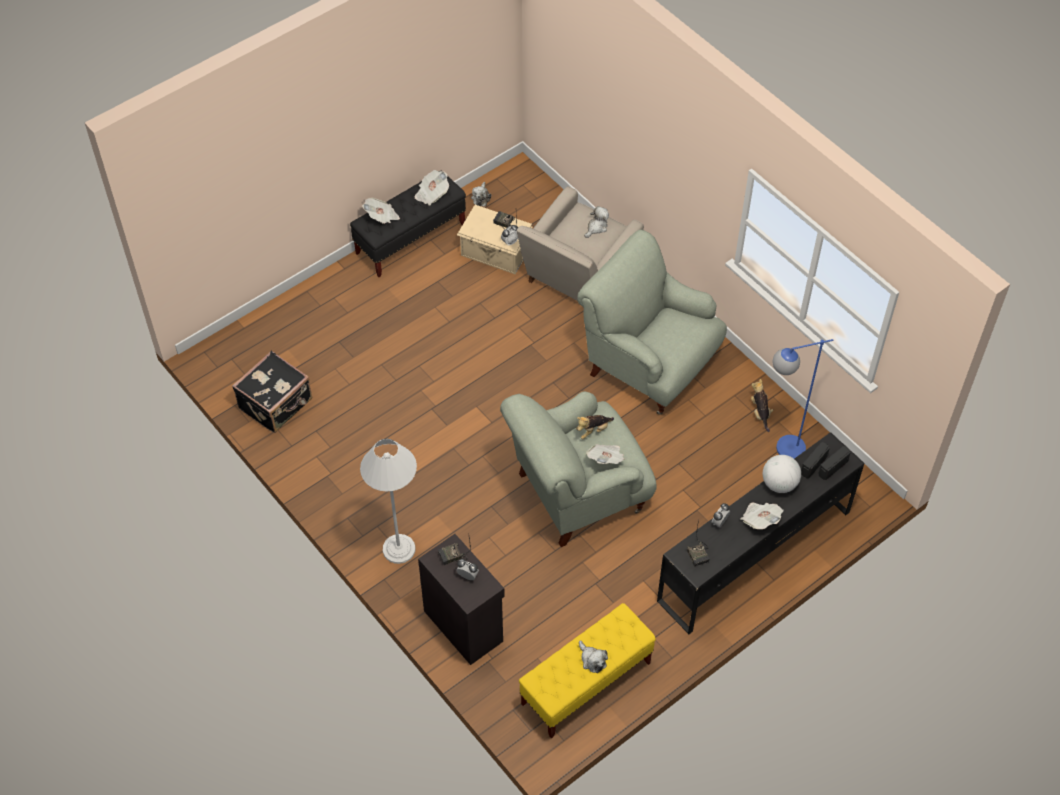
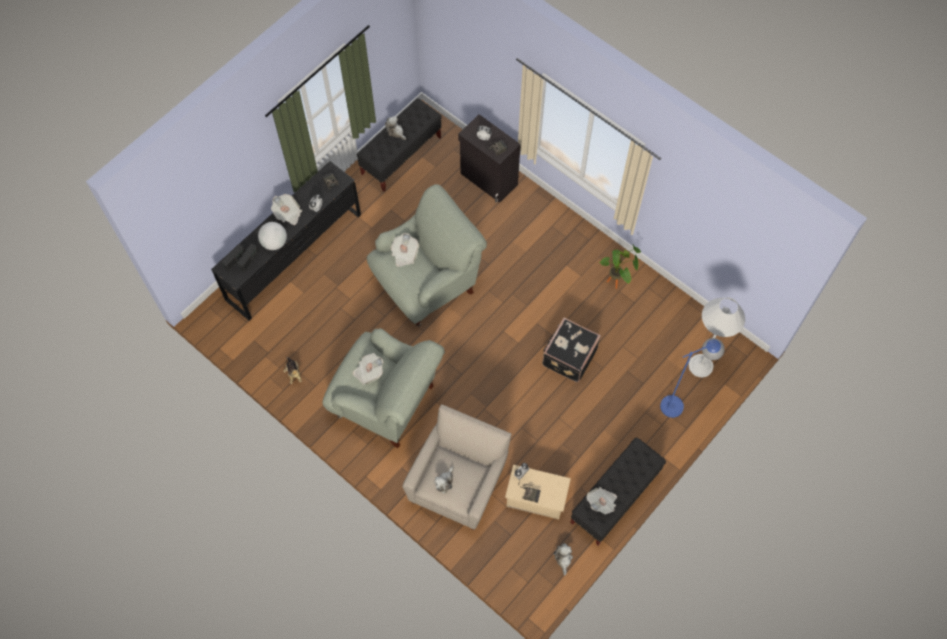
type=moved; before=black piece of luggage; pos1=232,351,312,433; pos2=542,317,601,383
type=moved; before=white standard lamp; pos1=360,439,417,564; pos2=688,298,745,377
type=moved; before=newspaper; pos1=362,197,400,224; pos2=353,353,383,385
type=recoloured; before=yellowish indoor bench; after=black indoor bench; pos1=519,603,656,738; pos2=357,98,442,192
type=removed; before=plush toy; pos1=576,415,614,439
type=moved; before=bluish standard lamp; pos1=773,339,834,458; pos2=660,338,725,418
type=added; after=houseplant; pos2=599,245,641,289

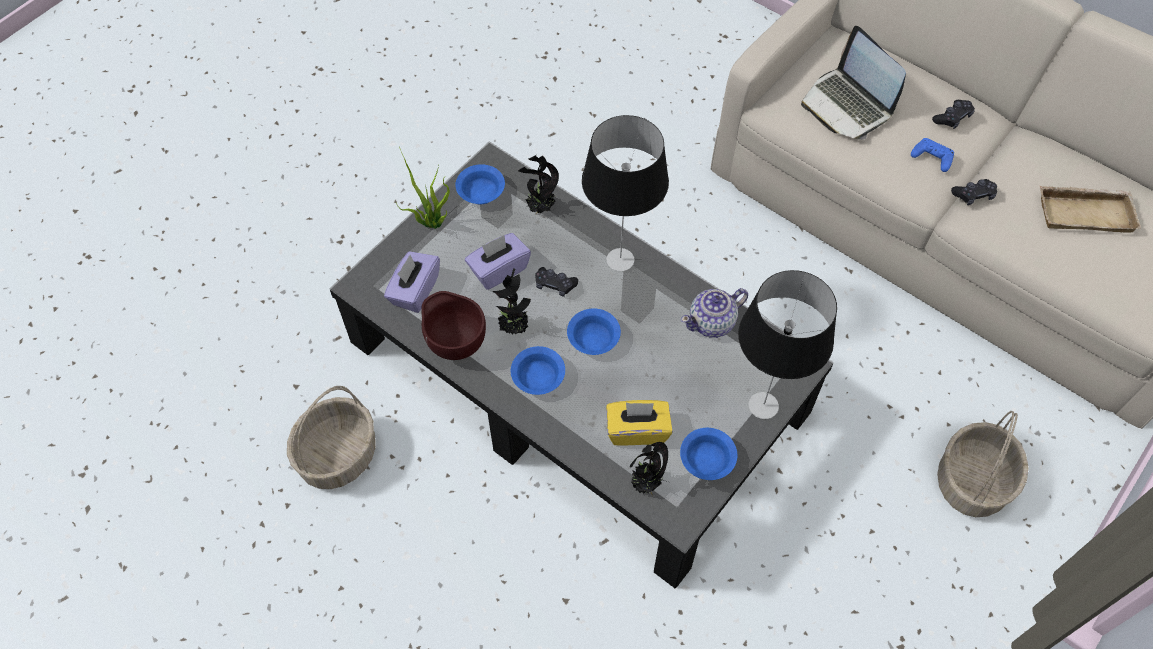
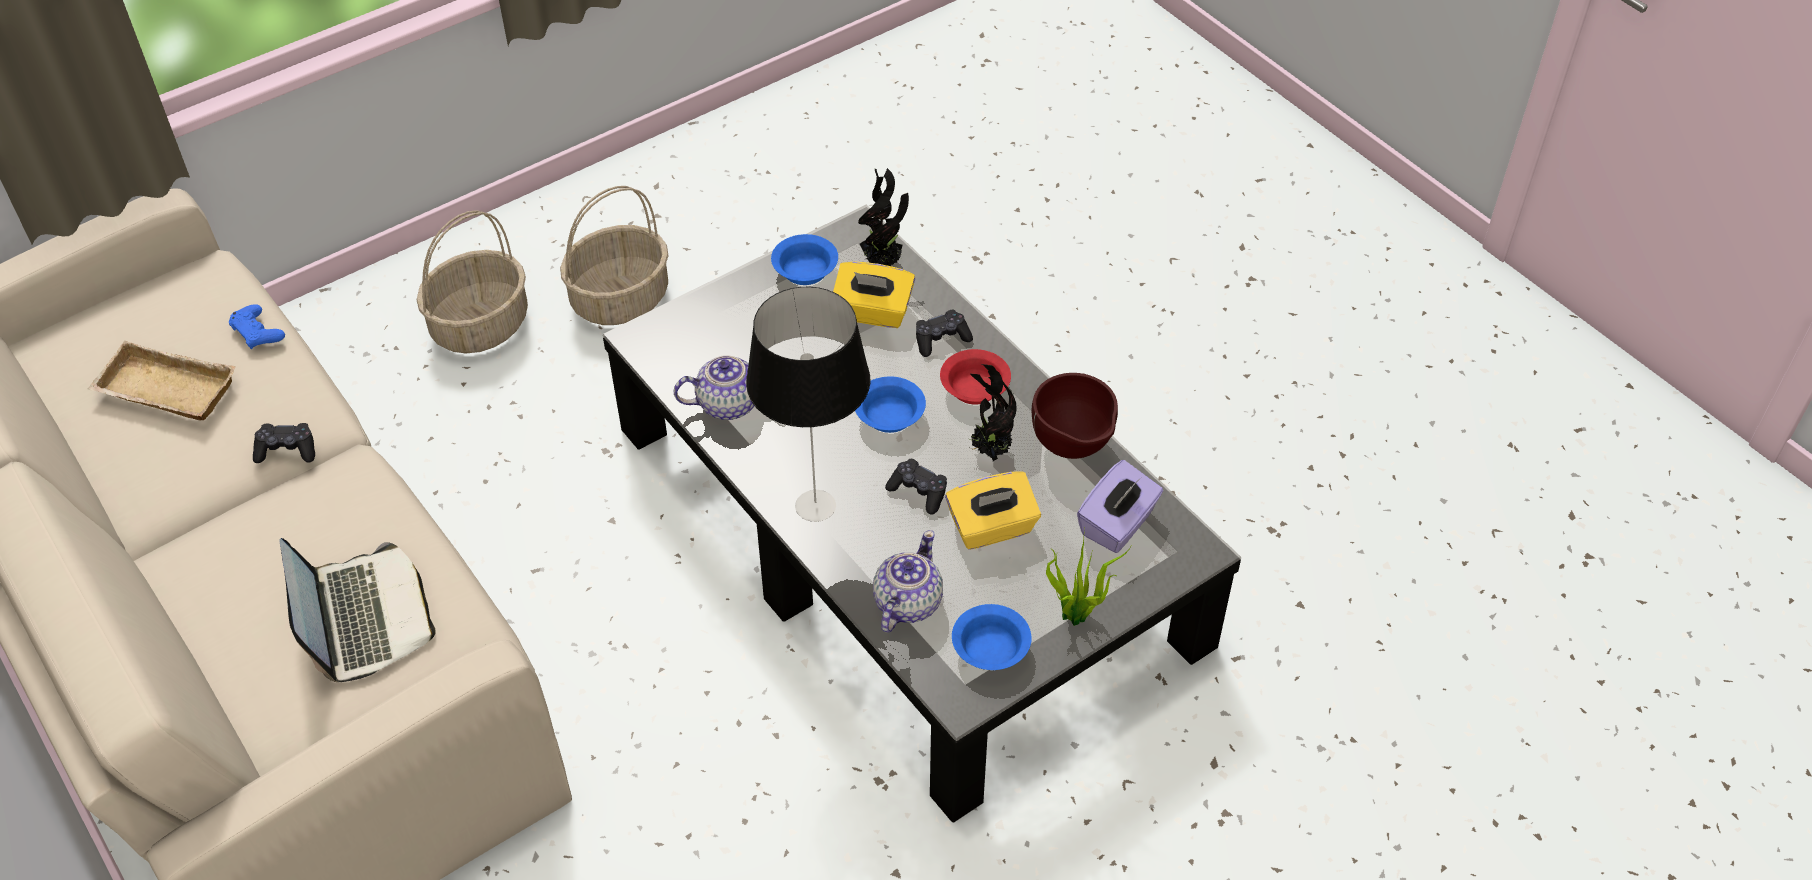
type=moved; before=basket; pos1=287,386,376,489; pos2=560,186,669,325
type=recoloured; before=purplish tissue holder; after=yellowish tissue holder; pos1=465,233,531,290; pos2=945,471,1041,550
type=recoloured; before=bluish deep dish; after=reddish deep dish; pos1=511,346,565,395; pos2=940,349,1011,405
type=replaced; before=houseplant; after=tea pot; pos1=518,155,559,214; pos2=873,530,943,633
type=removed; before=tabletop lamp; pos1=738,270,837,419
type=moved; before=bluish game controller; pos1=911,138,954,172; pos2=229,304,285,349
type=moved; before=black game controller; pos1=932,100,975,129; pos2=916,310,973,357

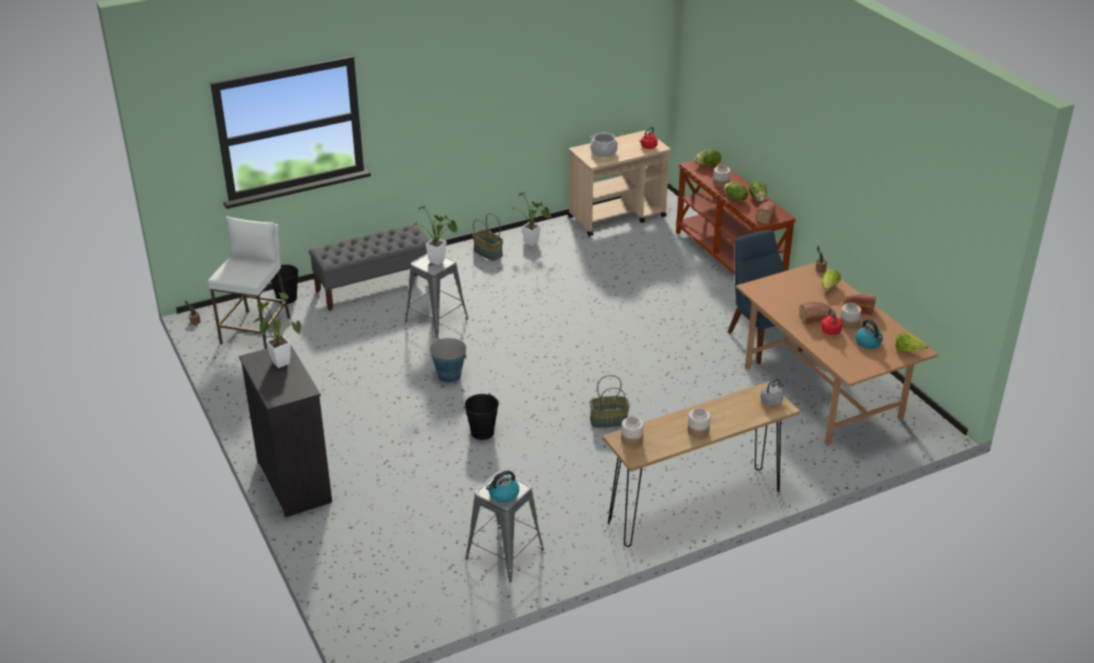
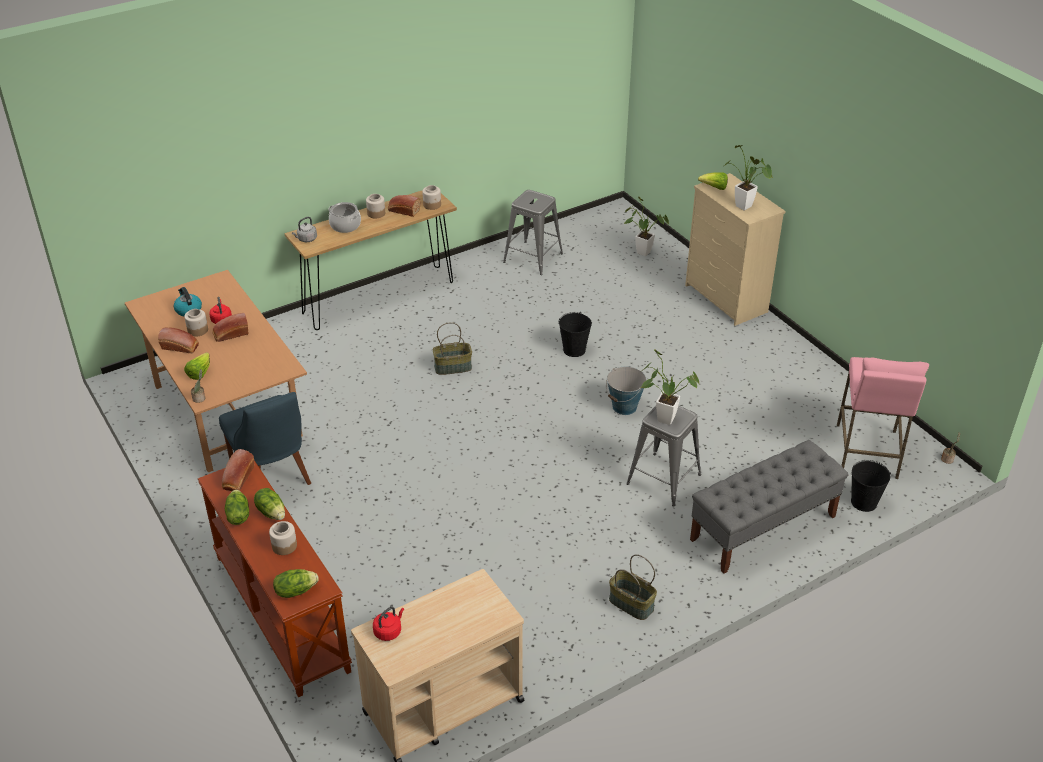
type=recoloured; before=white sitting stool; after=pink sitting stool; pos1=208,216,290,349; pos2=837,357,929,479
type=recoloured; before=black dresser; after=sand-coloured dresser; pos1=239,344,332,517; pos2=685,173,785,326
type=removed; before=tea kettle; pos1=486,470,519,503
type=moved; before=houseplant; pos1=511,193,552,246; pos2=624,197,669,256
type=moved; before=saucepot; pos1=590,133,618,158; pos2=328,202,361,233
type=moved; before=lettuce; pos1=896,332,929,352; pos2=698,172,728,190
type=added; after=bakery bread; pos2=388,195,420,217

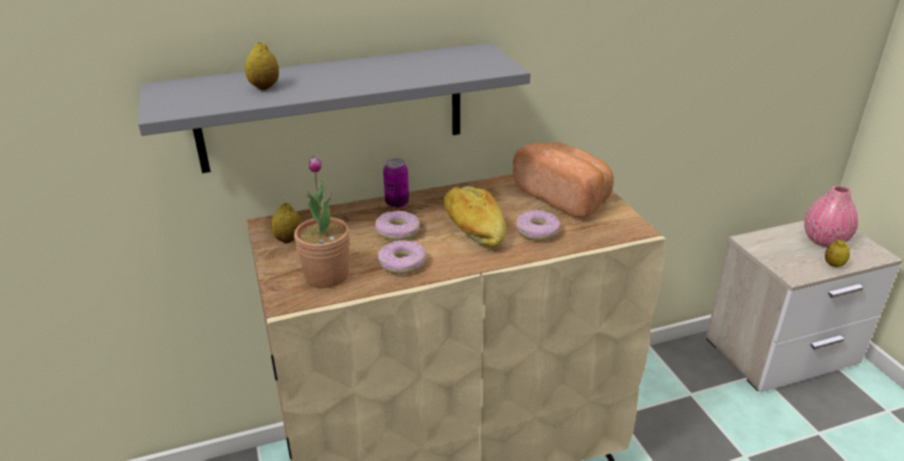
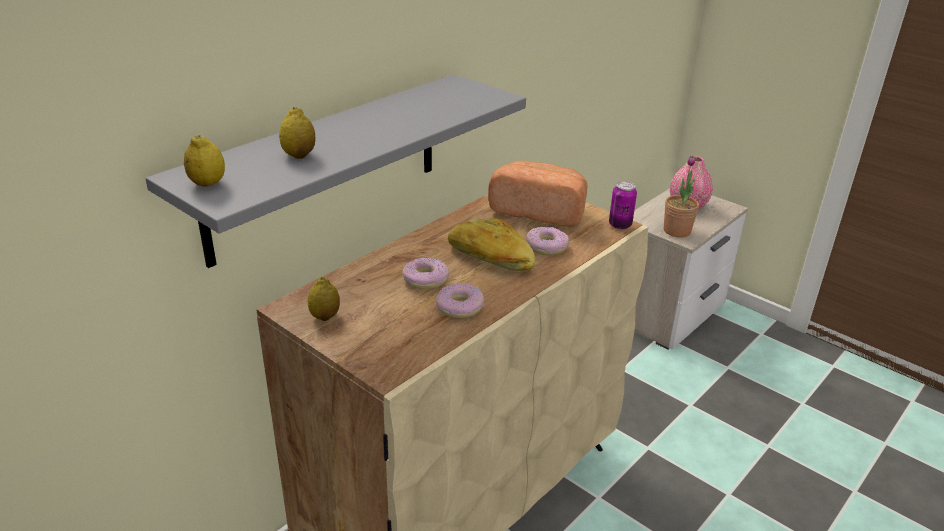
type=moved; before=houseplant; pos1=294,155,350,288; pos2=664,156,699,238
type=moved; before=sealed can; pos1=383,158,409,208; pos2=609,181,637,229
type=moved; before=whole lemon; pos1=825,240,850,267; pos2=184,135,225,187

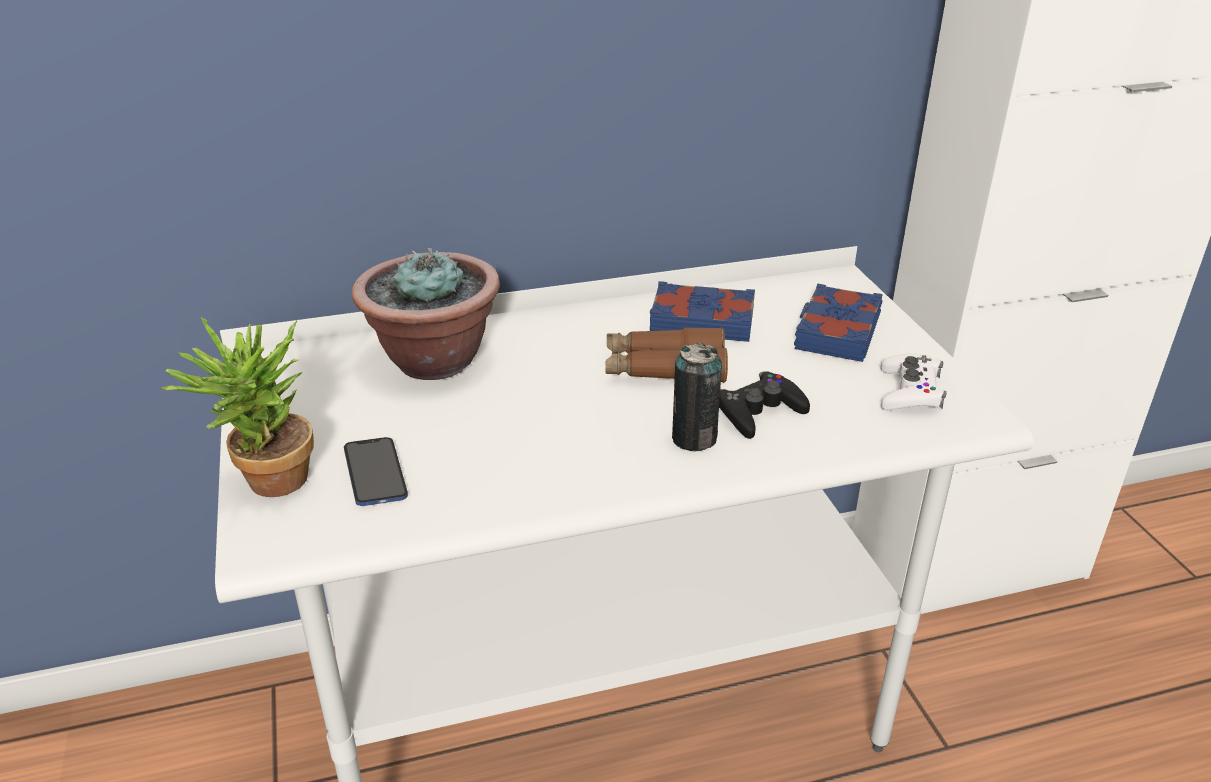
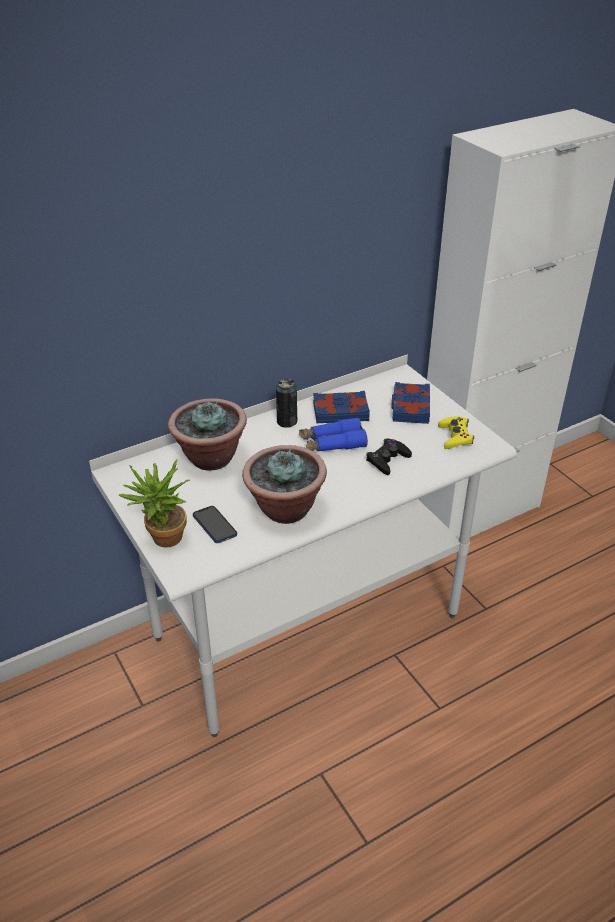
type=recoloured; before=brown-coloured field glasses; after=bluish field glasses; pos1=606,327,728,383; pos2=299,417,368,451
type=moved; before=sealed can; pos1=672,343,722,451; pos2=276,379,297,428
type=recoloured; before=white game controller; after=yellowish game controller; pos1=880,353,947,410; pos2=438,416,474,449
type=added; after=houseplant; pos2=242,445,327,524

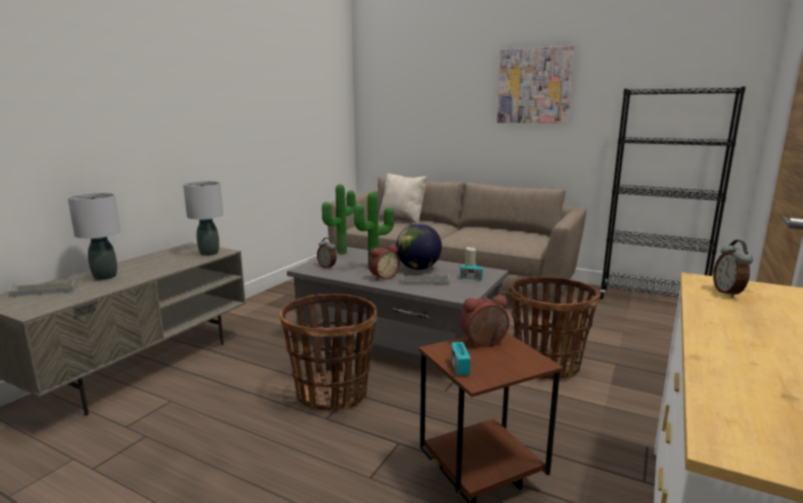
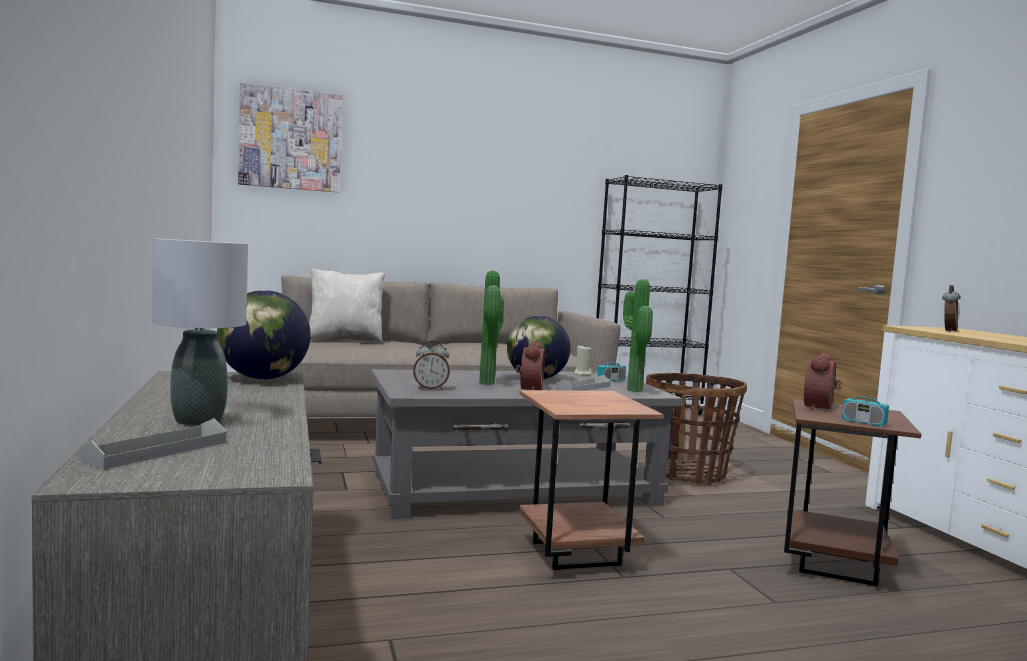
type=replaced; before=gray tabletop lamp; after=globe; pos1=183,181,223,256; pos2=217,290,311,380
type=replaced; before=basket; after=brown-coloured end table; pos1=280,293,377,412; pos2=519,390,663,570
type=moved; before=houseplant; pos1=322,184,356,254; pos2=623,279,653,392
type=moved; before=wall art; pos1=497,46,575,123; pos2=238,83,343,192
type=turned; before=alarm clock; pos1=713,240,753,298; pos2=942,285,961,332; turn=-105

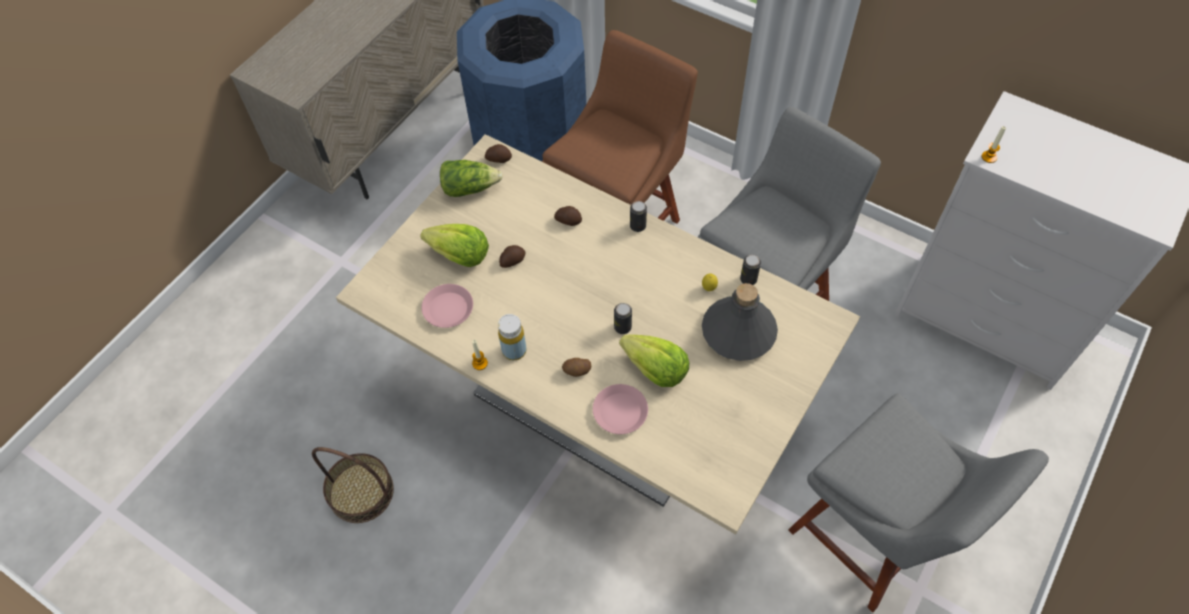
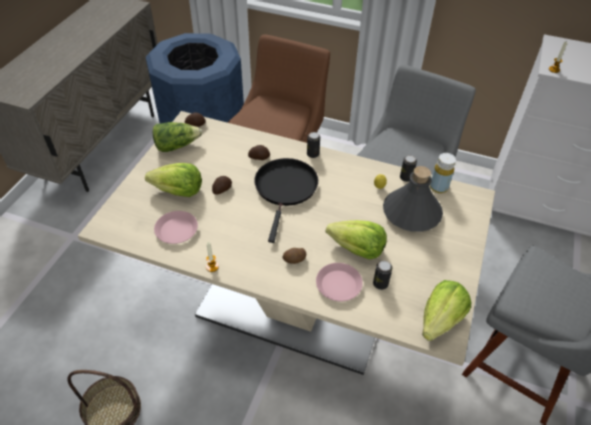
type=moved; before=yellowish beverage bottle; pos1=498,314,526,360; pos2=430,153,456,193
type=moved; before=sealed can; pos1=614,303,632,334; pos2=373,261,392,290
type=added; after=black frying pan; pos2=254,158,318,243
type=added; after=lettuce; pos2=422,280,471,341

